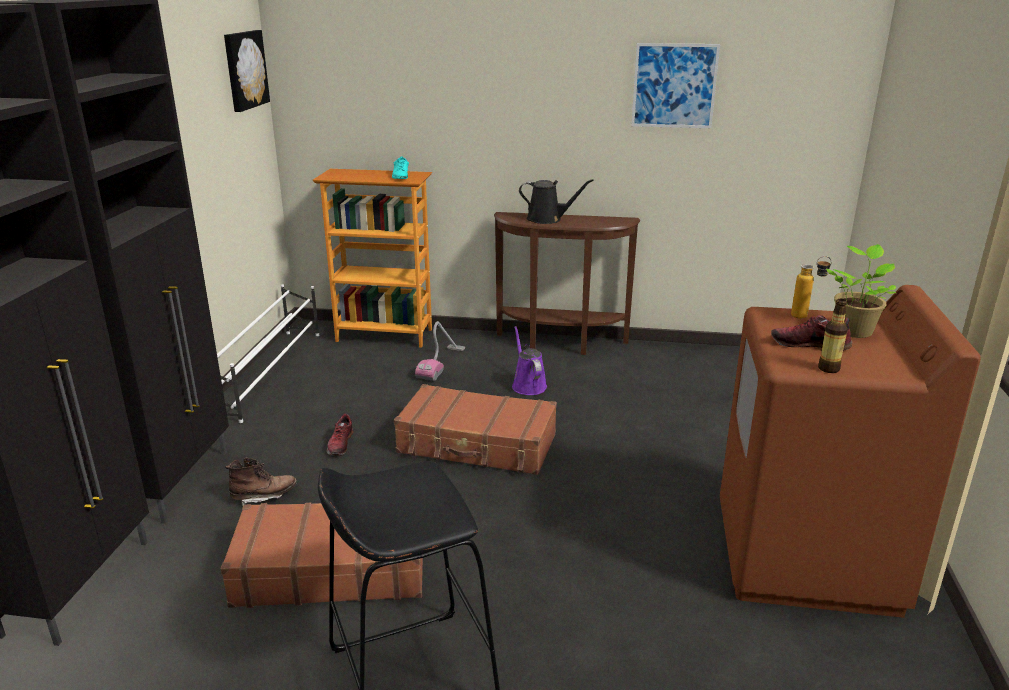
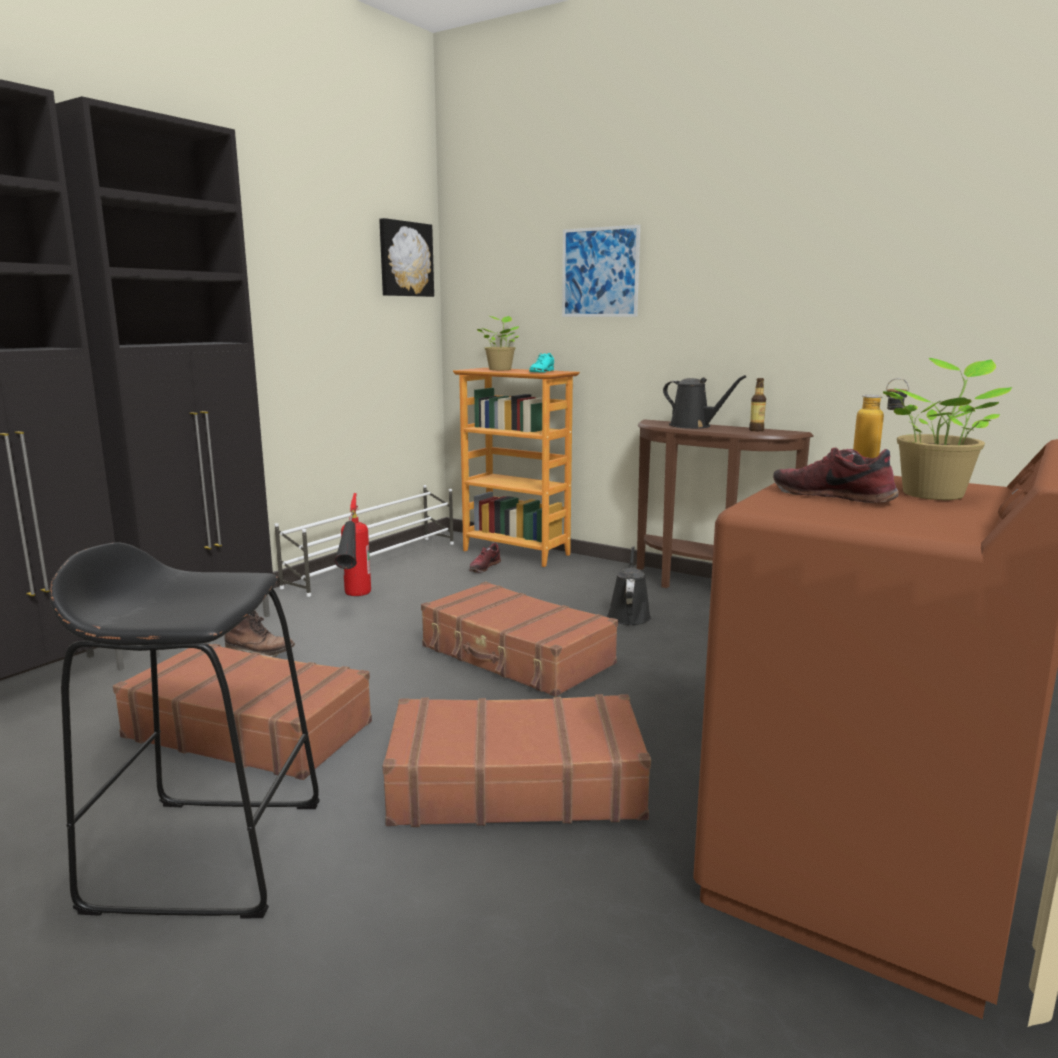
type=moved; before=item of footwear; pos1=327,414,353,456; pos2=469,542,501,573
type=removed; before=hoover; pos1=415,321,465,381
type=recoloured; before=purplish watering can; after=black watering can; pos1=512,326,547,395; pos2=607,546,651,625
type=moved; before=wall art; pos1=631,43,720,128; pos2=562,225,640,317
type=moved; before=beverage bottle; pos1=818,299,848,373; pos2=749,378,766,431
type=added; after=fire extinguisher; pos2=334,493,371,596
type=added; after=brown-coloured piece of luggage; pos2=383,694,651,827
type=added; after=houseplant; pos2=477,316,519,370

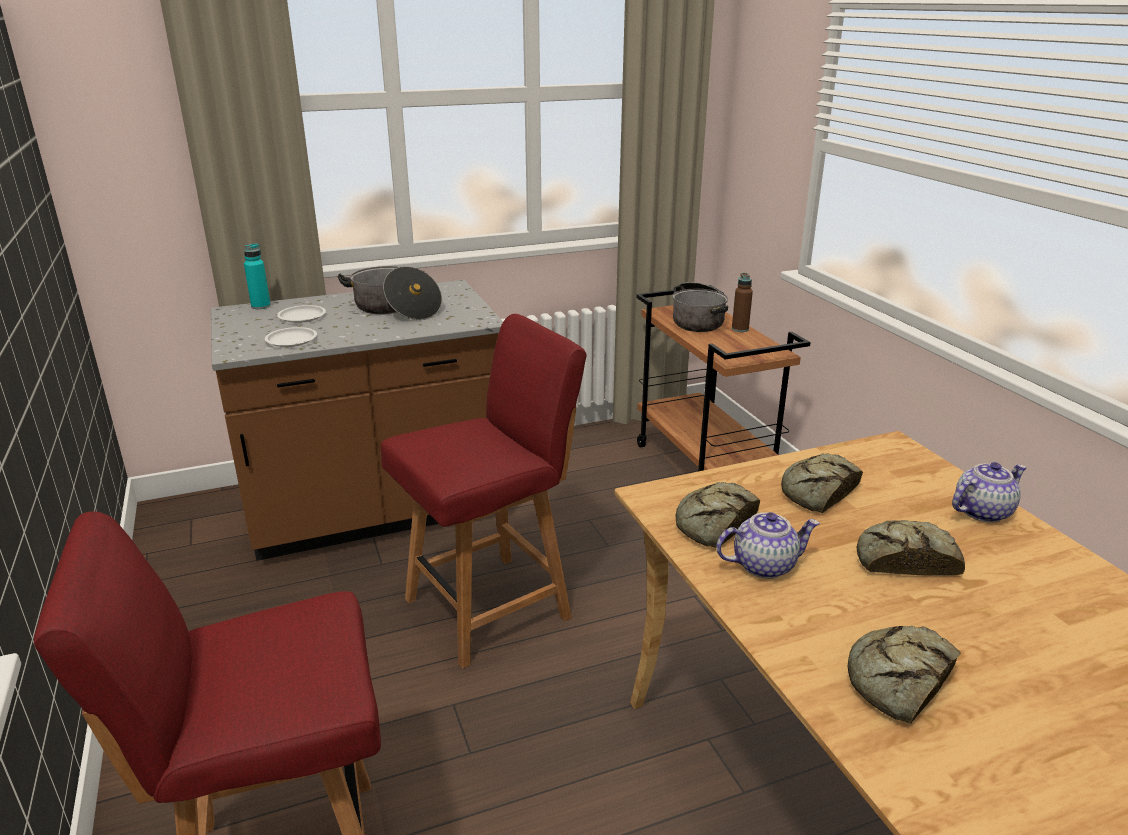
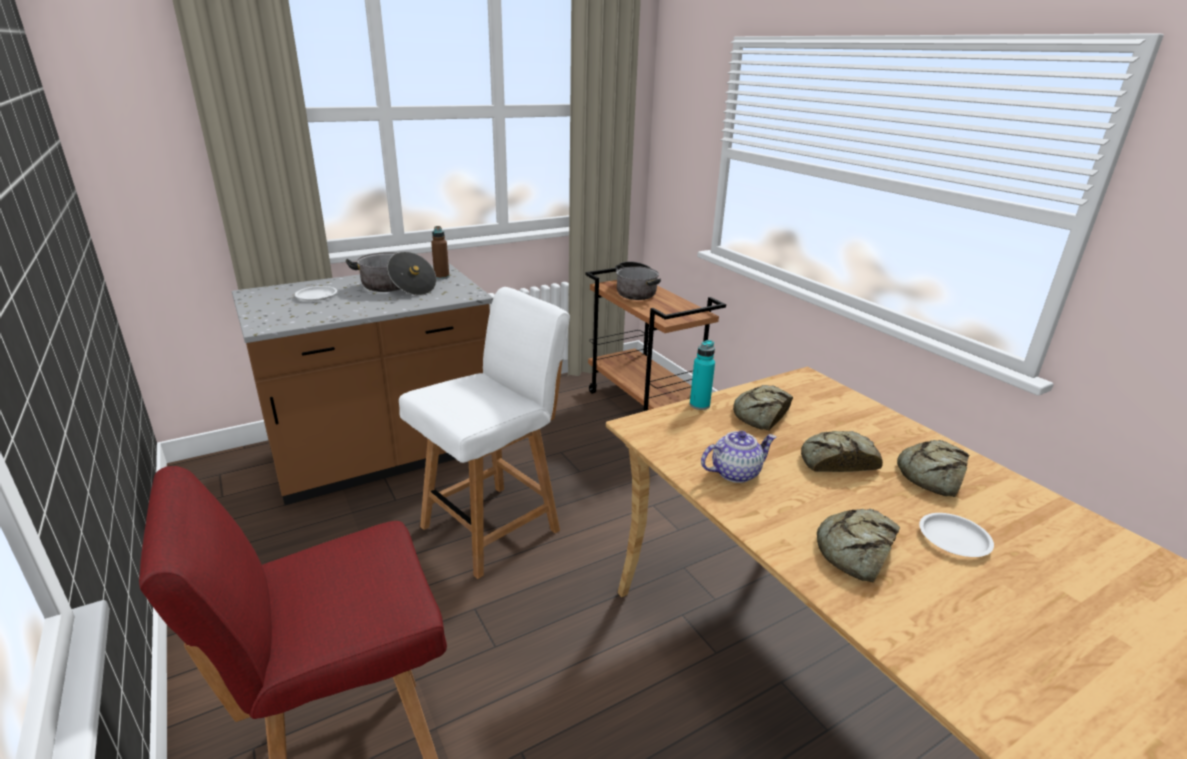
type=moved; before=turquoise beverage bottle; pos1=244,243,271,309; pos2=690,340,715,410
type=moved; before=white plate; pos1=265,327,317,347; pos2=919,513,994,557
type=recoloured; before=reddish upright chair; after=white upright chair; pos1=381,314,587,669; pos2=399,287,570,579
type=moved; before=bakery bread; pos1=676,482,760,548; pos2=897,440,969,497
type=moved; before=brown-coloured beverage bottle; pos1=732,273,753,332; pos2=431,226,449,279
type=removed; before=tea pot; pos1=952,462,1027,523

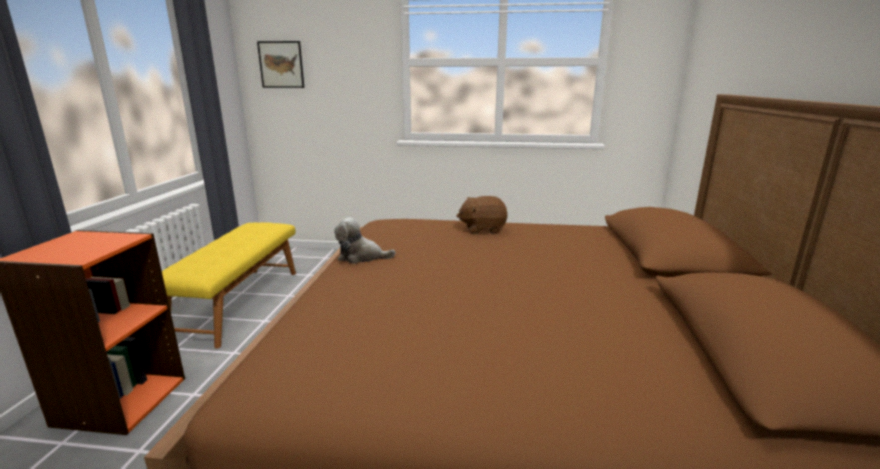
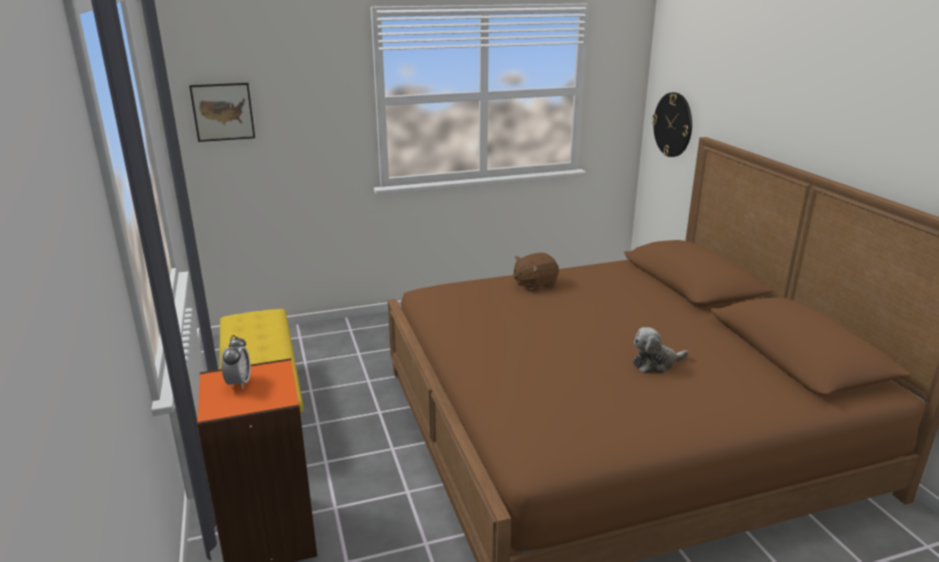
type=moved; before=plush toy; pos1=334,218,396,264; pos2=633,327,688,373
type=added; after=alarm clock; pos2=221,335,251,389
type=added; after=clock on the wall; pos2=652,92,692,157

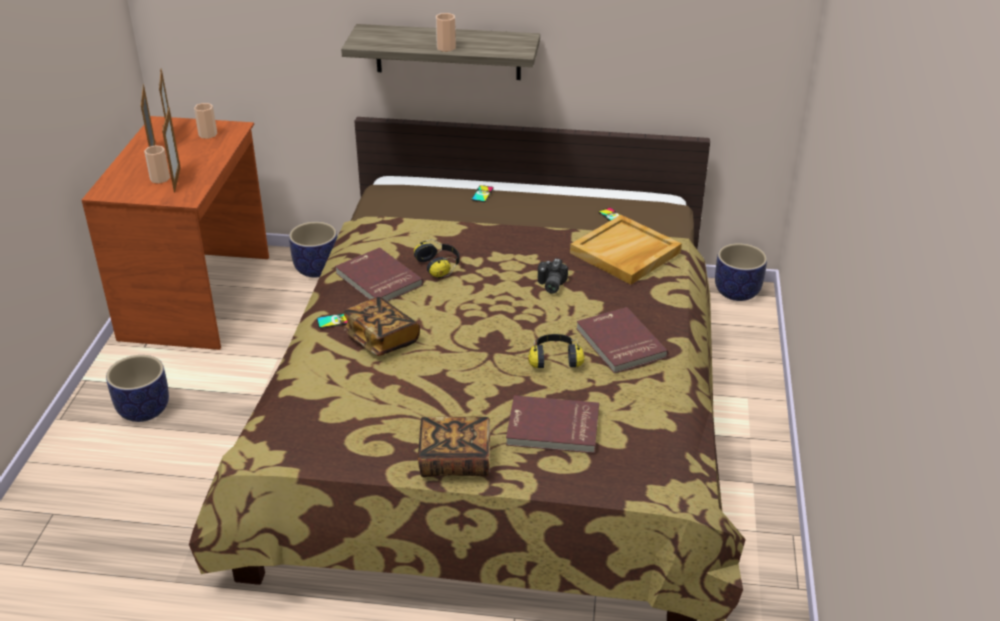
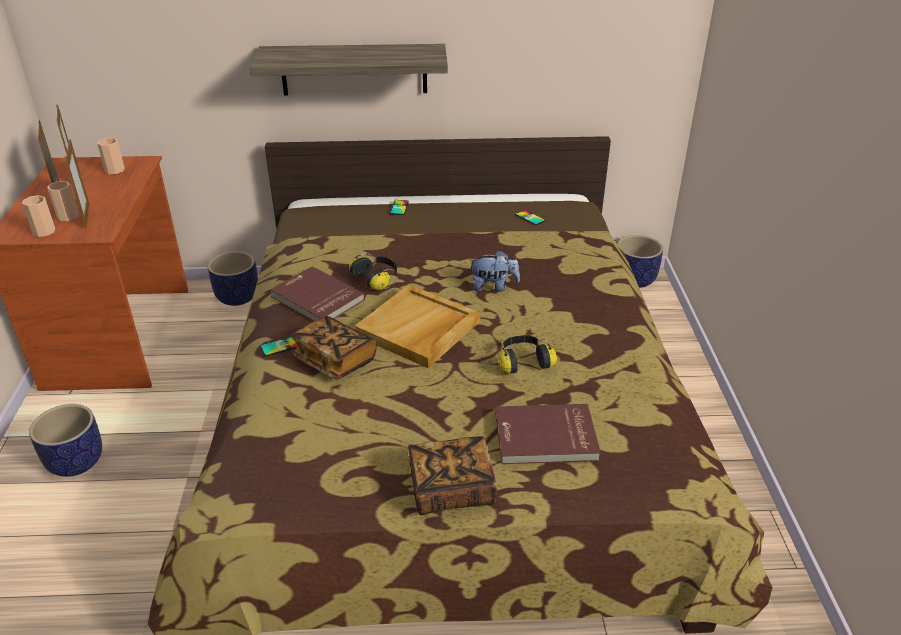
type=moved; before=small cup; pos1=436,13,456,52; pos2=22,195,55,237
type=replaced; before=photo camera; after=plush toy; pos1=538,258,568,294; pos2=469,250,520,292
type=moved; before=sand-coloured tray; pos1=570,215,682,284; pos2=355,285,480,368
type=removed; before=reddish book; pos1=576,307,668,373

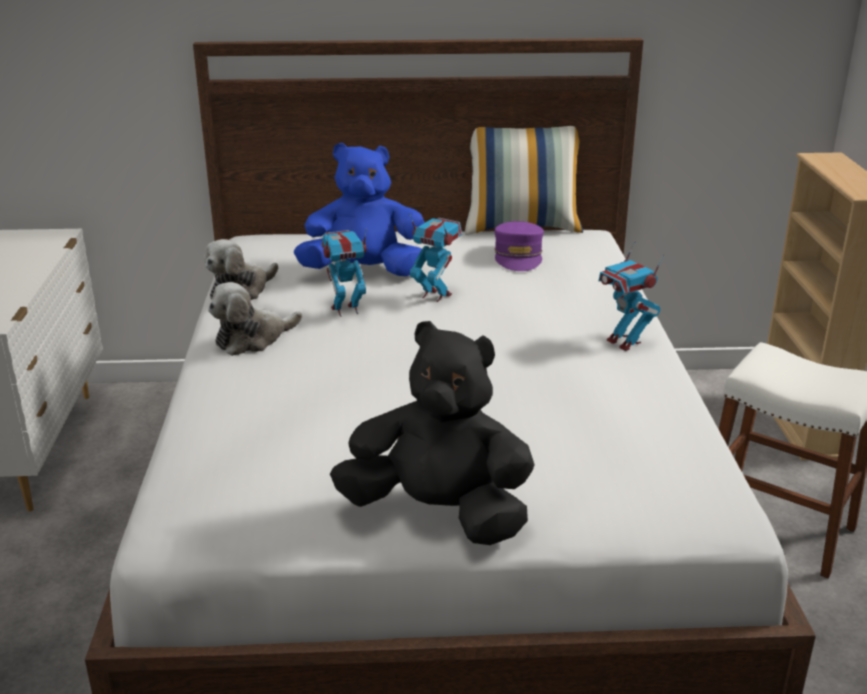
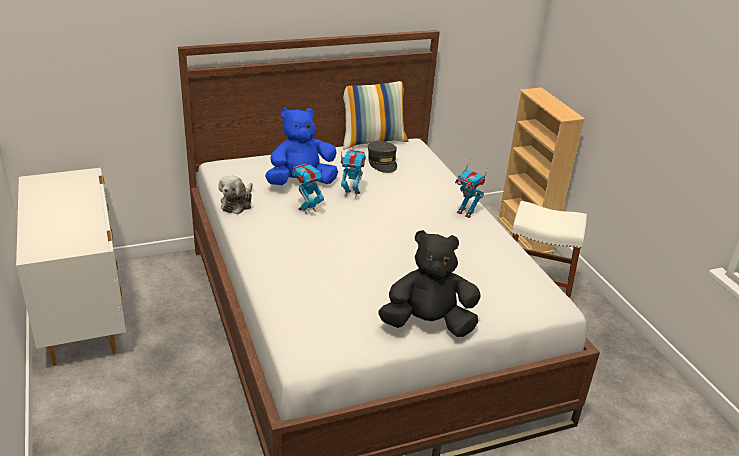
type=removed; before=plush toy; pos1=208,282,302,356
type=recoloured; before=purplish cap; after=gray cap; pos1=494,221,544,271; pos2=368,141,397,173

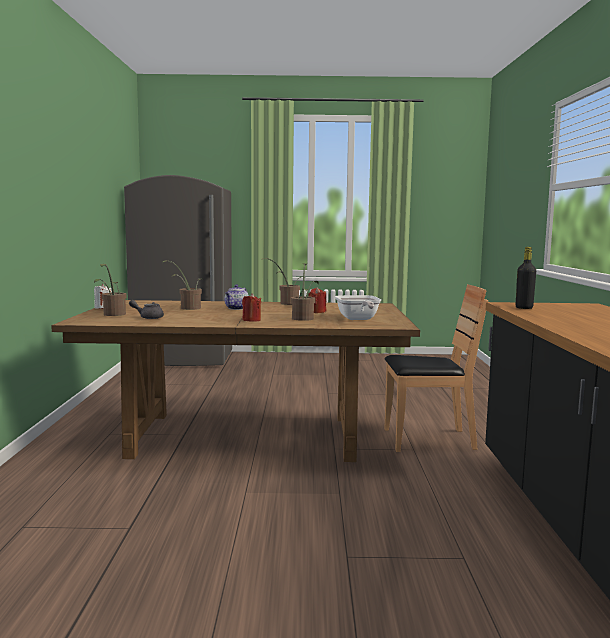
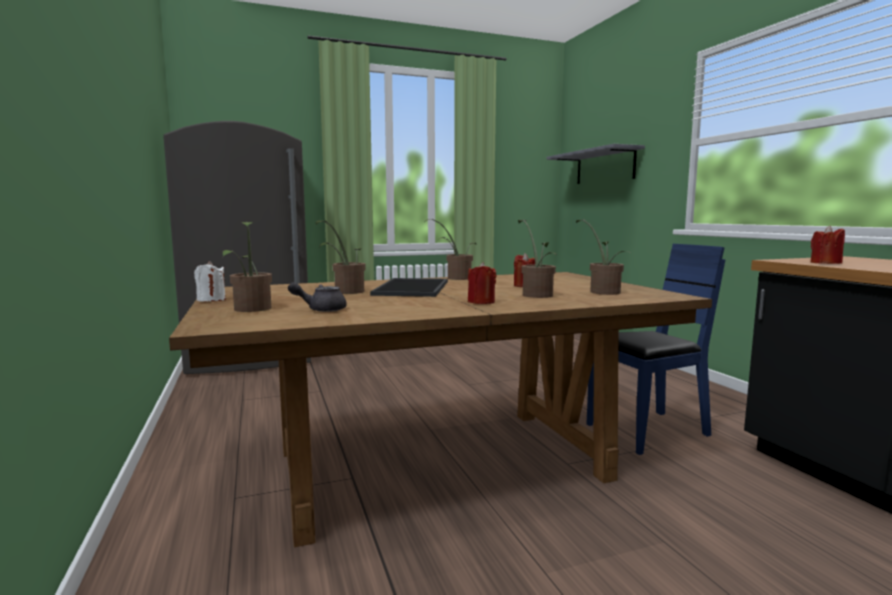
type=replaced; before=tea pot; after=tray; pos1=224,284,249,310; pos2=370,278,448,297
type=replaced; before=frying pan; after=houseplant; pos1=335,295,381,320; pos2=576,219,629,295
type=recoloured; before=brown-coloured upright chair; after=bluish upright chair; pos1=384,284,488,452; pos2=587,244,725,455
type=replaced; before=black beverage bottle; after=reddish wax light; pos1=516,247,536,309; pos2=810,226,845,264
type=added; after=gray shelf; pos2=546,144,645,184

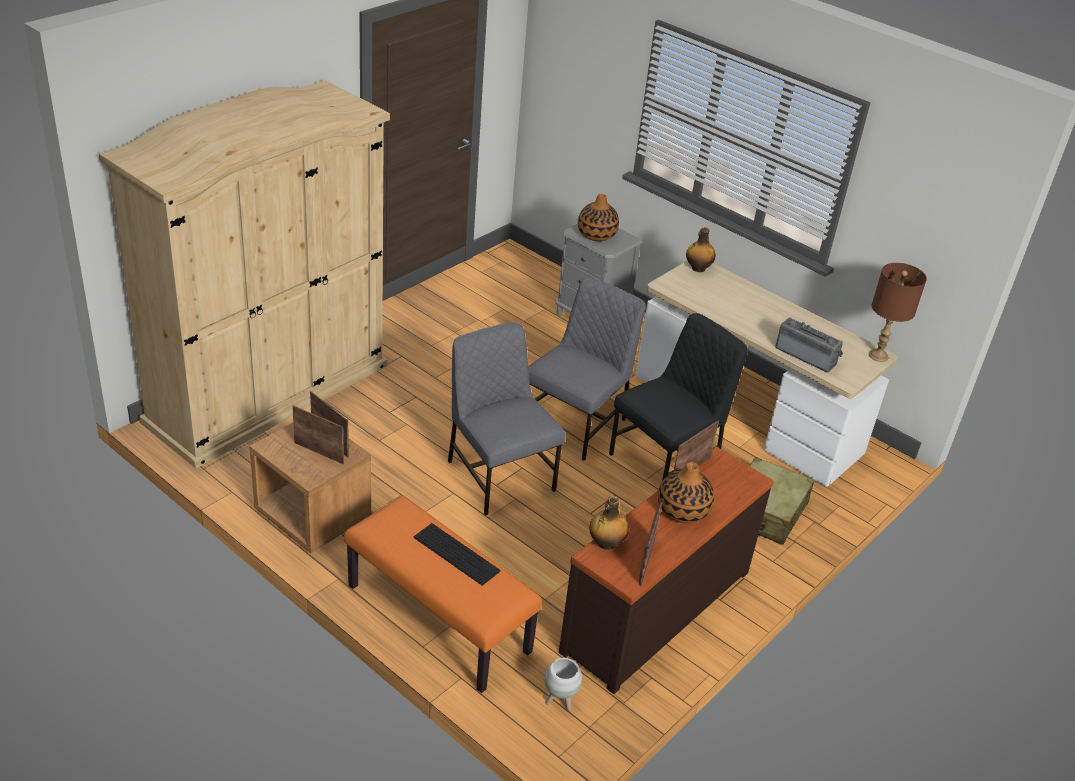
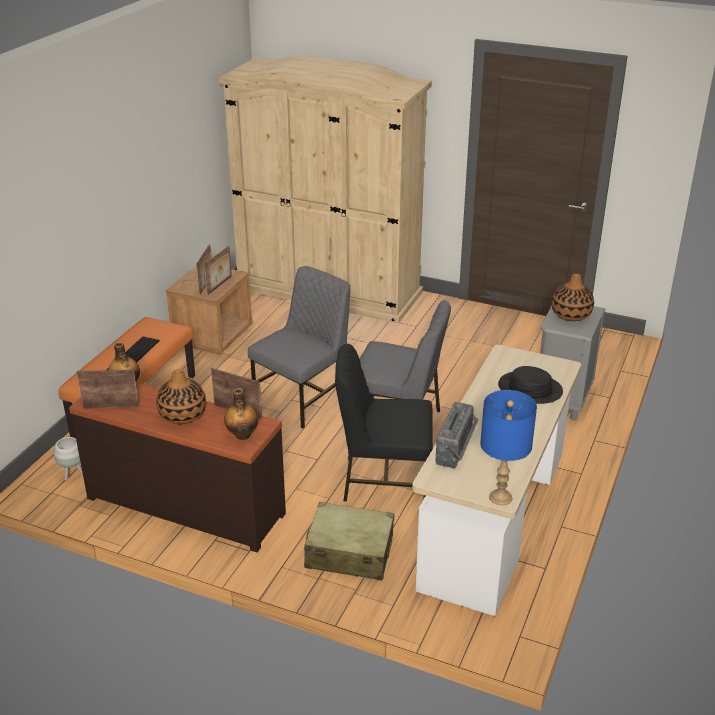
type=turned; before=black upright chair; pos1=609,313,748,481; pos2=335,344,433,502; turn=150
type=moved; before=beverage bottle; pos1=686,227,716,272; pos2=224,388,258,440
type=recoloured; before=brown-coloured tabletop lamp; after=bluish tabletop lamp; pos1=869,263,927,362; pos2=480,390,537,505
type=added; after=black hat; pos2=498,366,563,404

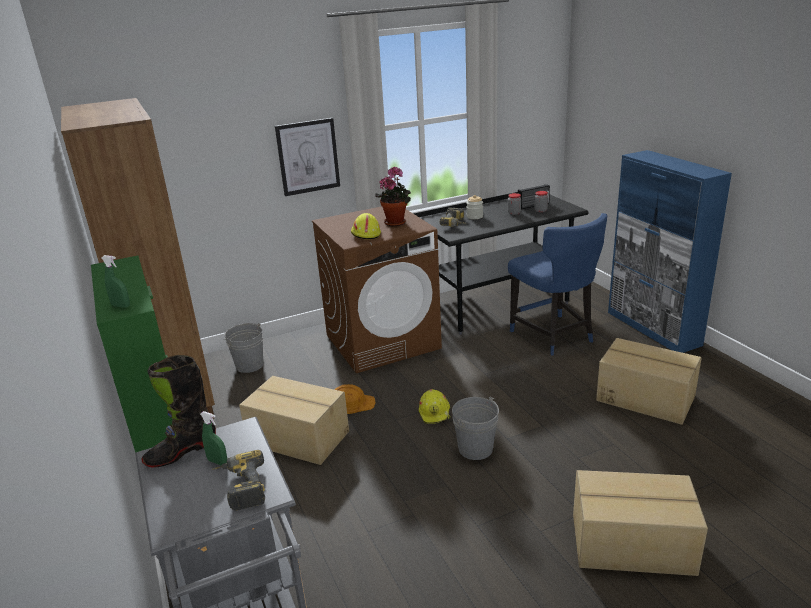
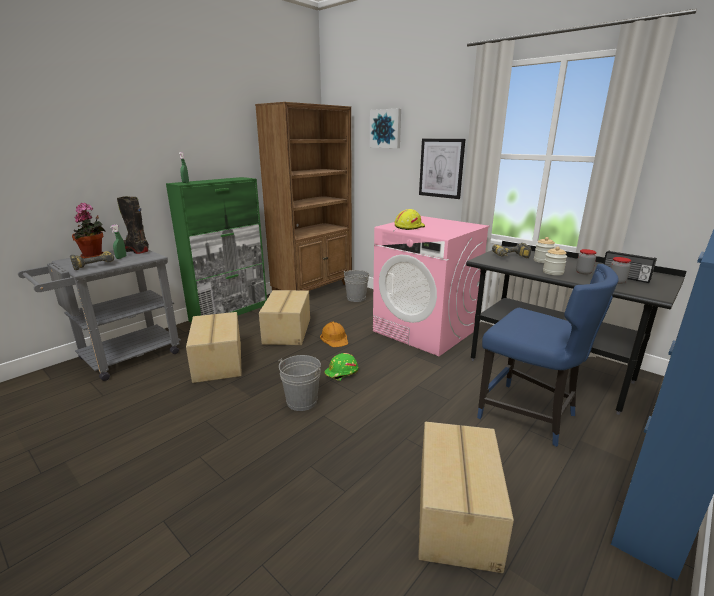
type=recoloured; before=brown-coloured laundry appliance; after=pink laundry appliance; pos1=312,206,442,373; pos2=373,216,490,356
type=moved; before=houseplant; pos1=375,166,411,226; pos2=72,203,106,259
type=recoloured; before=yellowish hard hat; after=green-coloured hard hat; pos1=419,389,451,424; pos2=325,353,358,381
type=turned; before=bluish upright chair; pos1=508,213,607,356; pos2=477,264,619,447; turn=-90
type=moved; before=carton; pos1=573,470,708,576; pos2=186,312,242,383
type=added; after=wall art; pos2=370,108,401,148
type=added; after=jar; pos2=543,247,567,275

